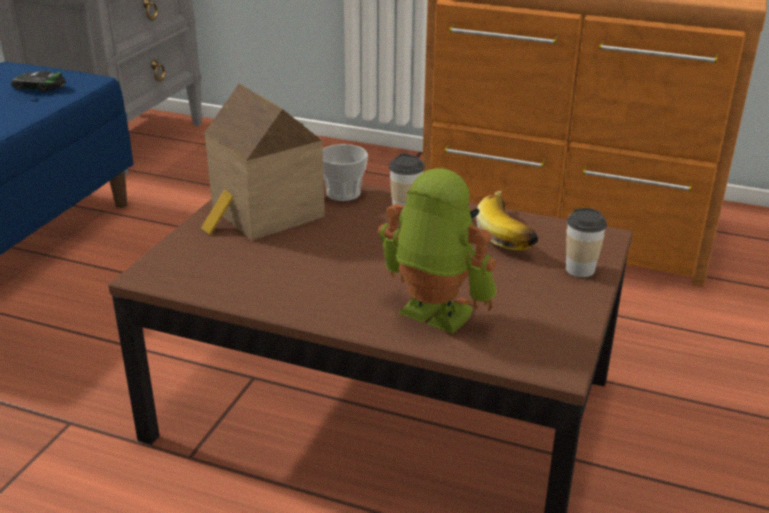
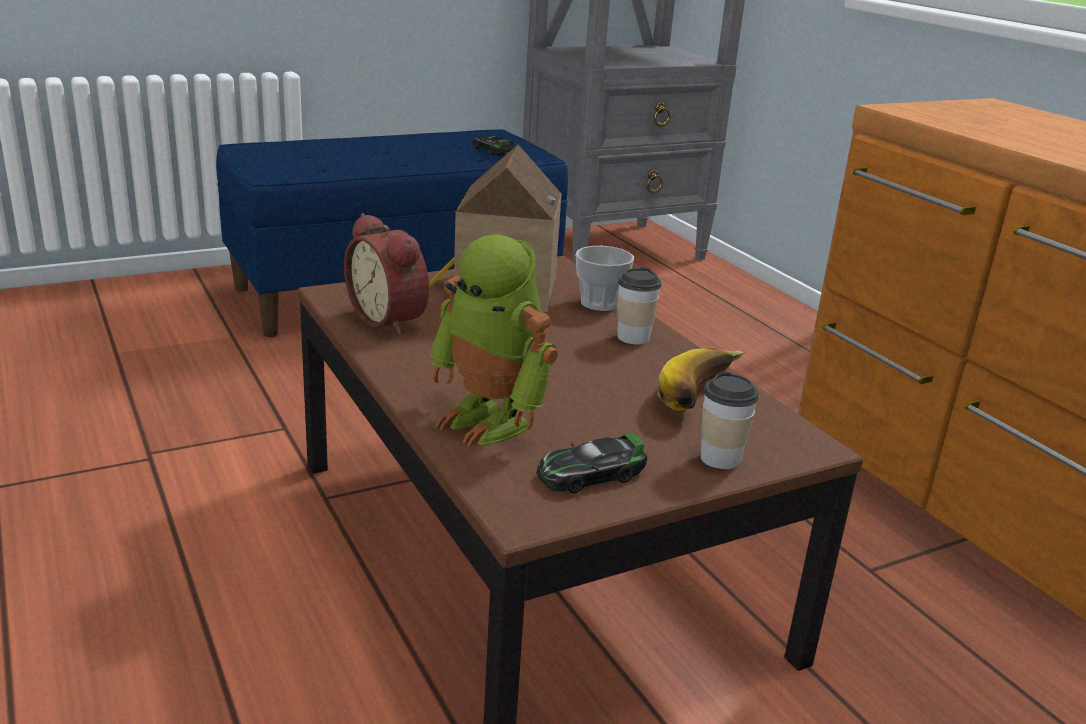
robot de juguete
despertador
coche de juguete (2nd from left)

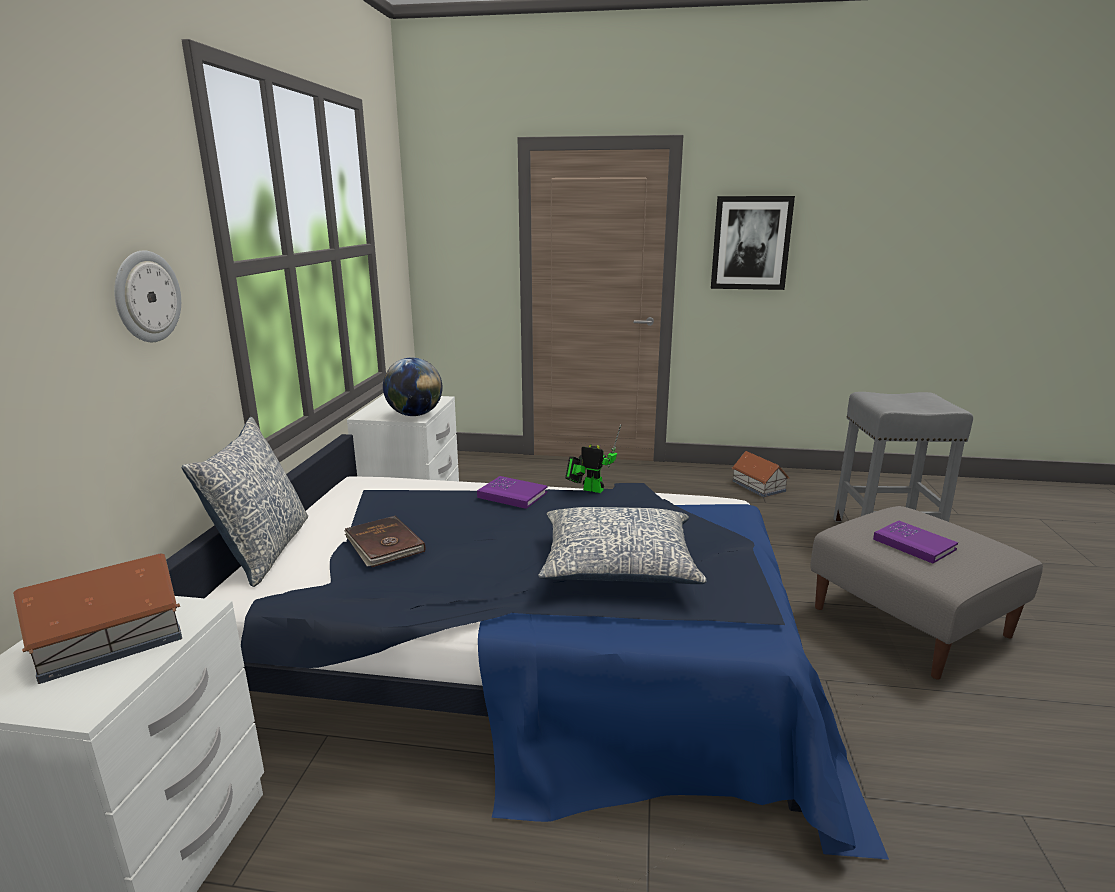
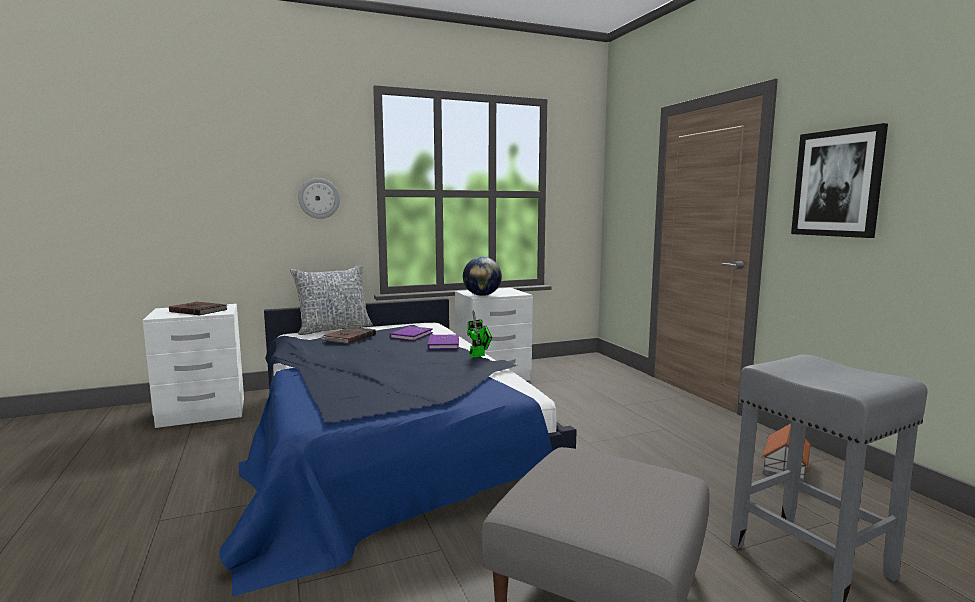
robot de juguete
cojín (2nd from left in the first image)
libro/morado (1st from left)
libro/marrón (1st from left)

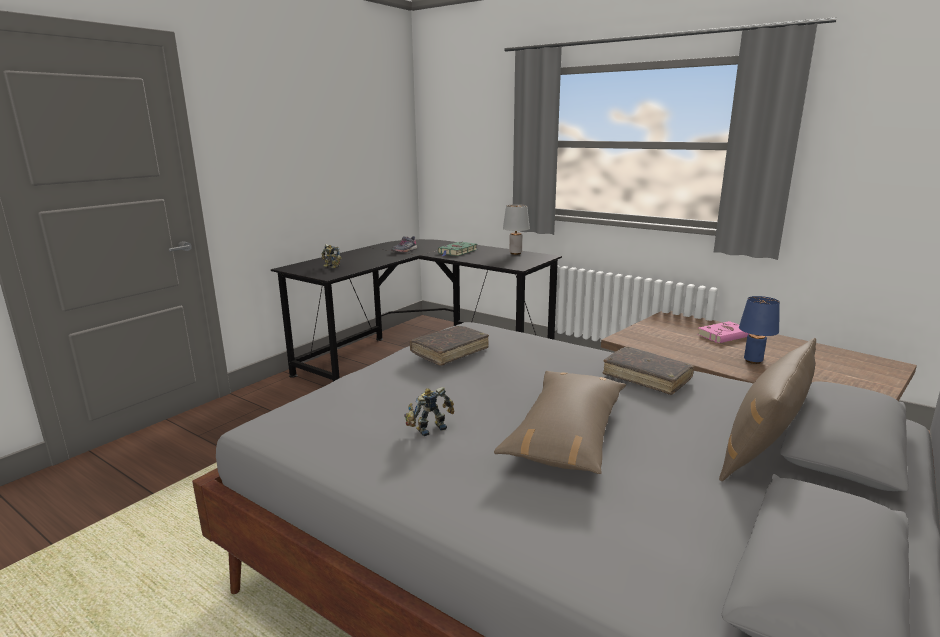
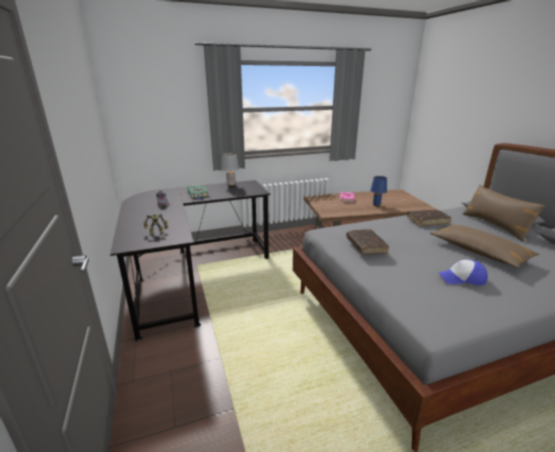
gorra

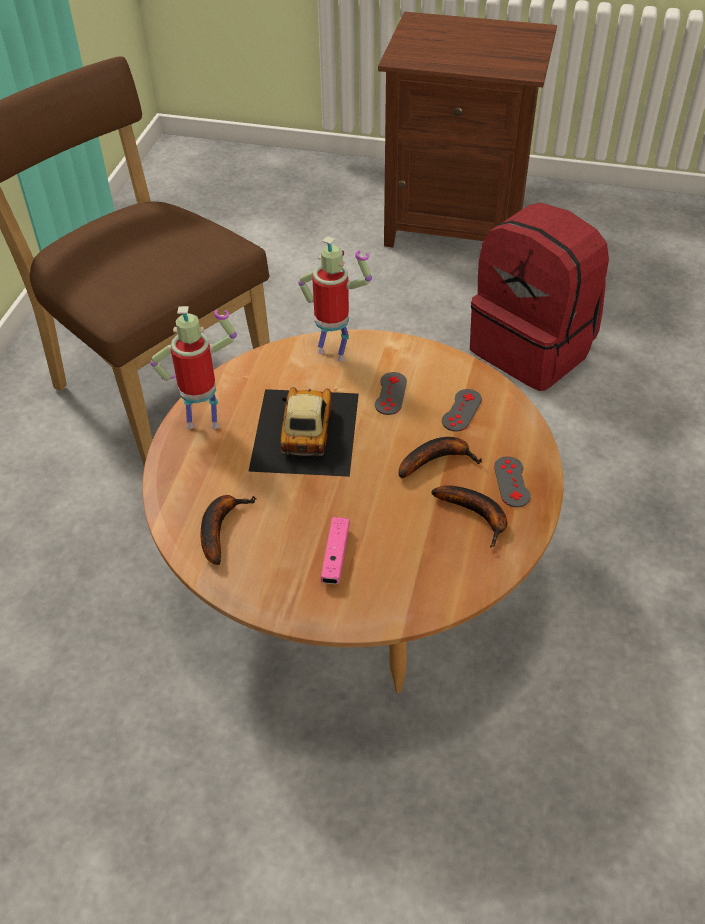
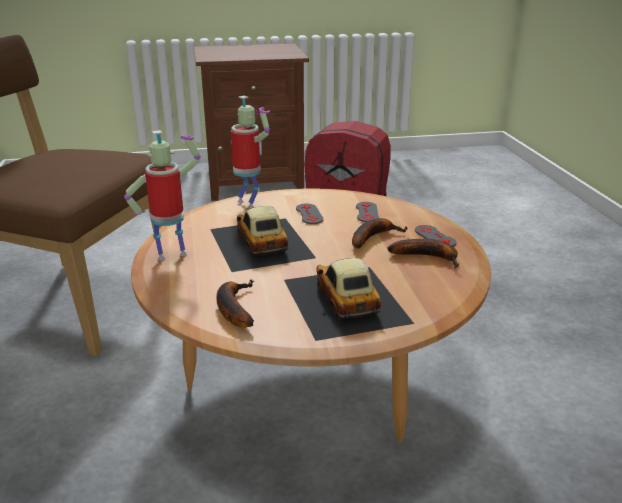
robot de juguete (2nd from left)
coche de juguete (2nd from left)

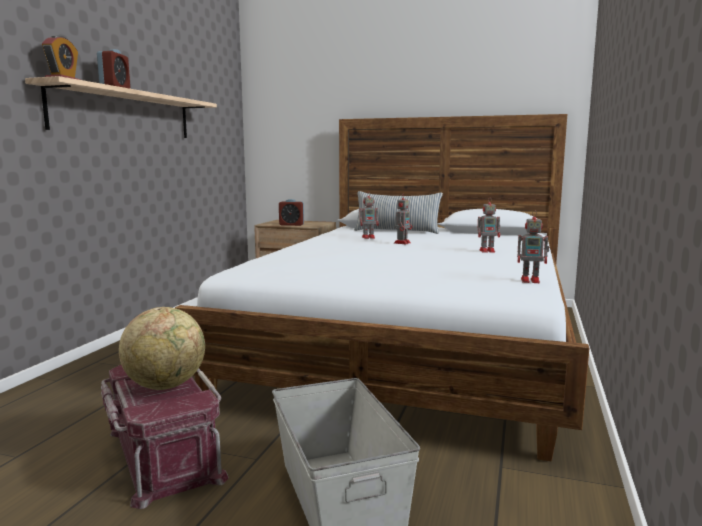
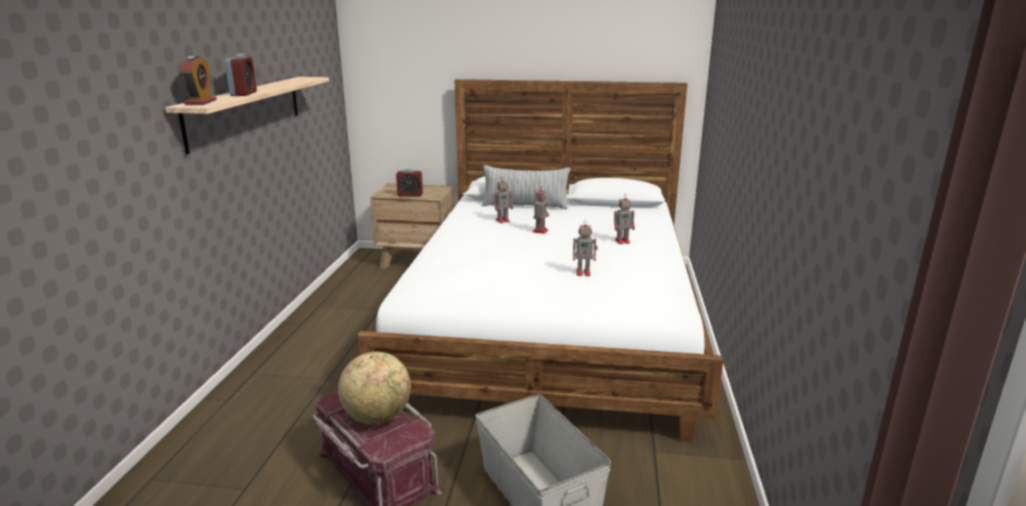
robot de juguete (3rd from left)

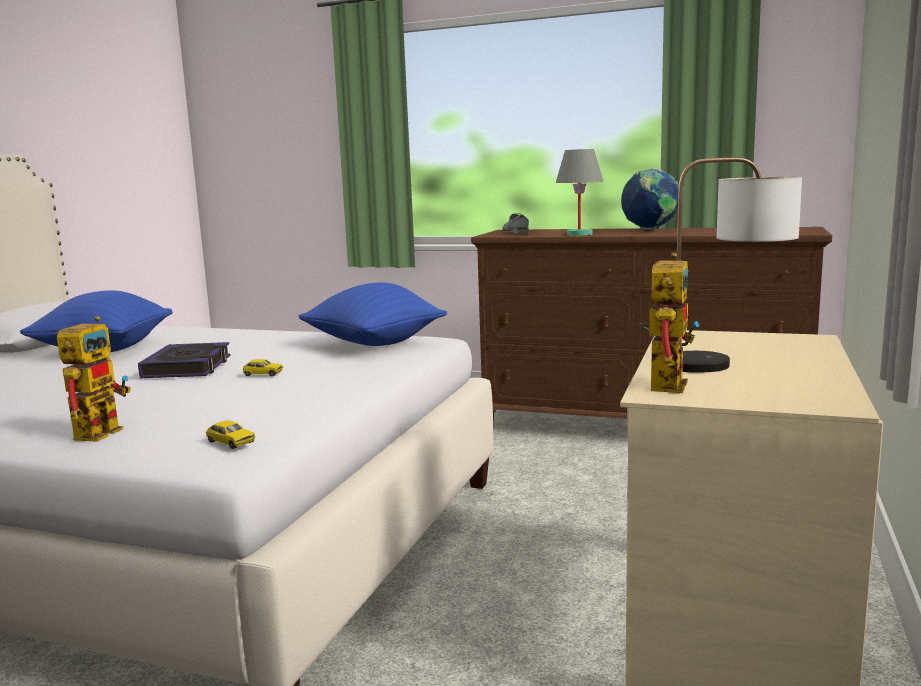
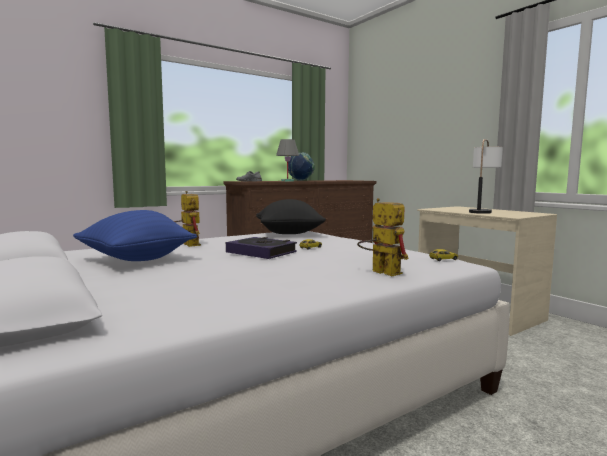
robot de juguete (1st from left)
cojín/negro

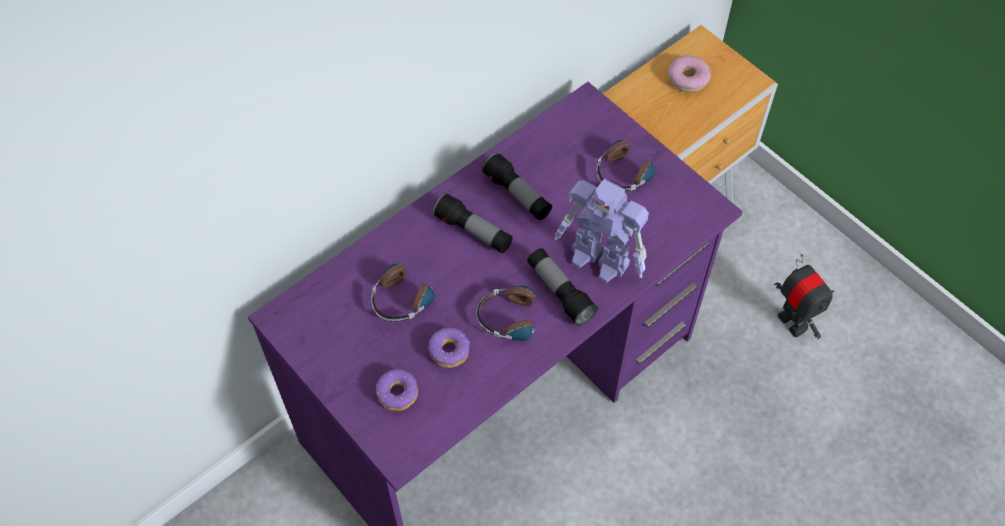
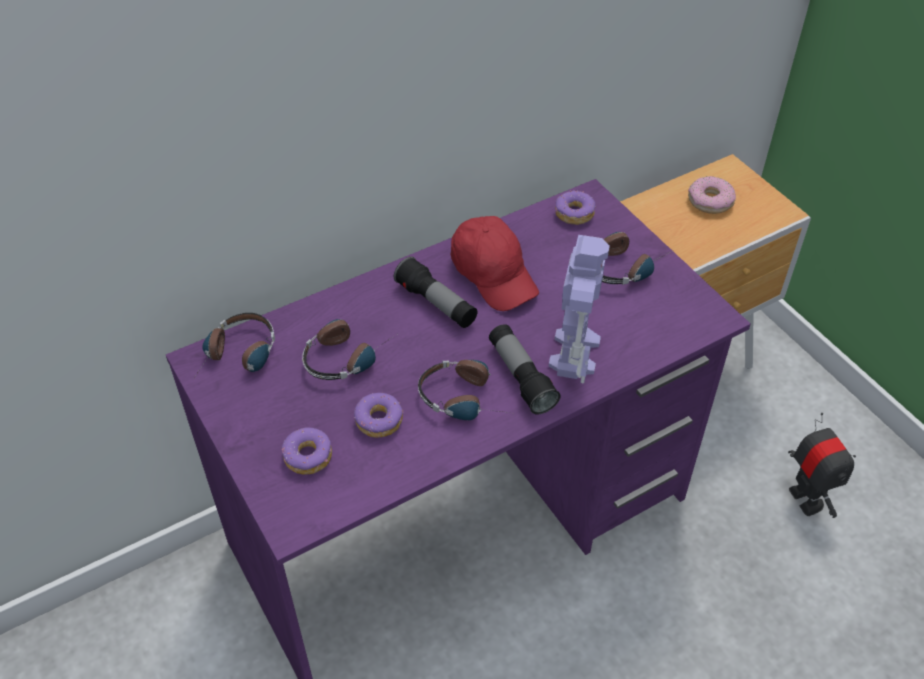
gorra/rojo
robot de juguete (1st from left)
rosquilla (3rd from left)
auriculares (1st from left)

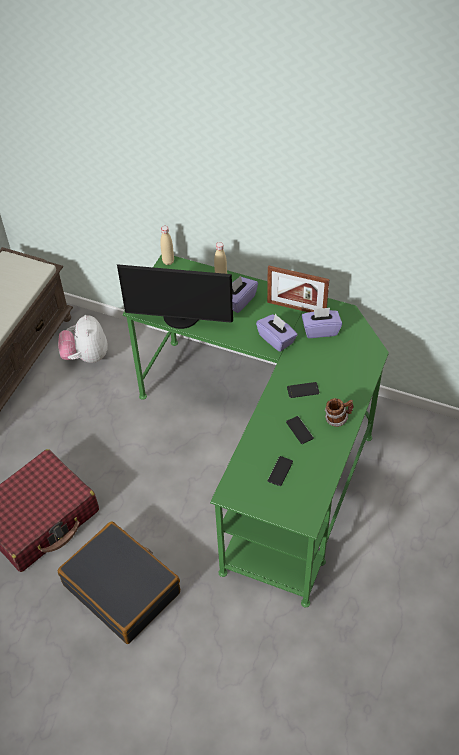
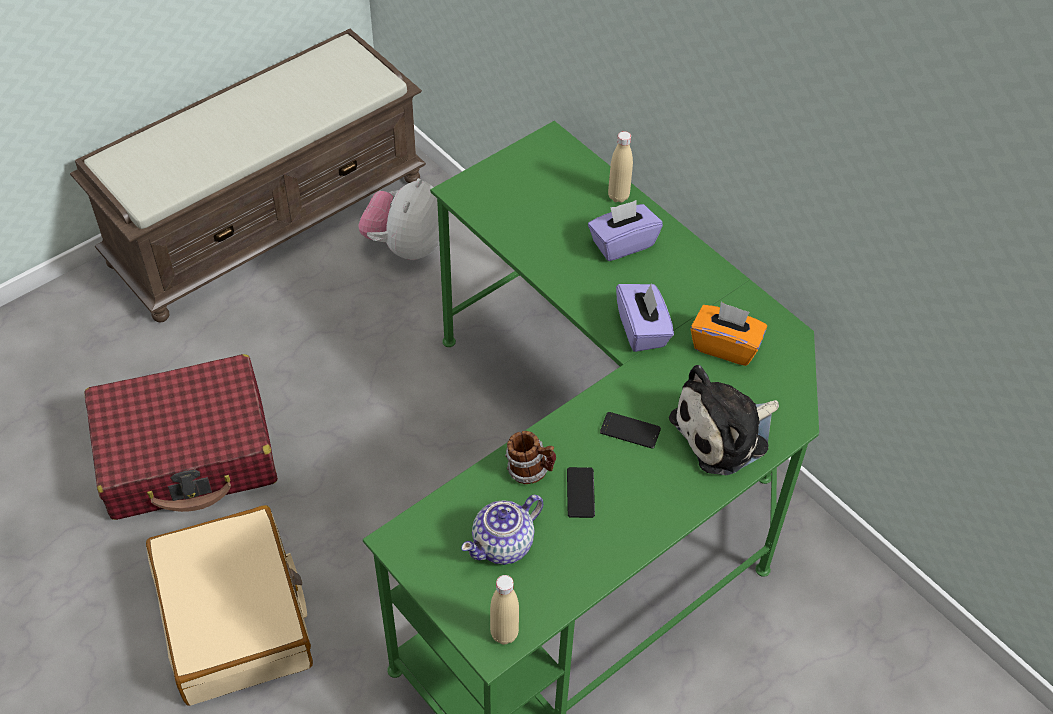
botella/beis (1st from left)
monitor
portarretratos
caja de pañuelos/naranja
taza grande
tetera
maleta/beis
peluche (2nd from left)

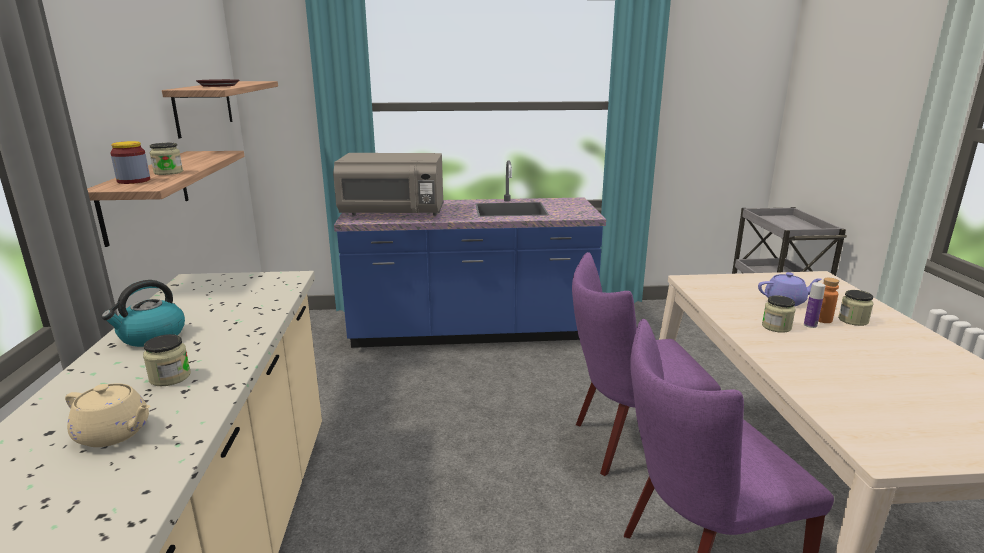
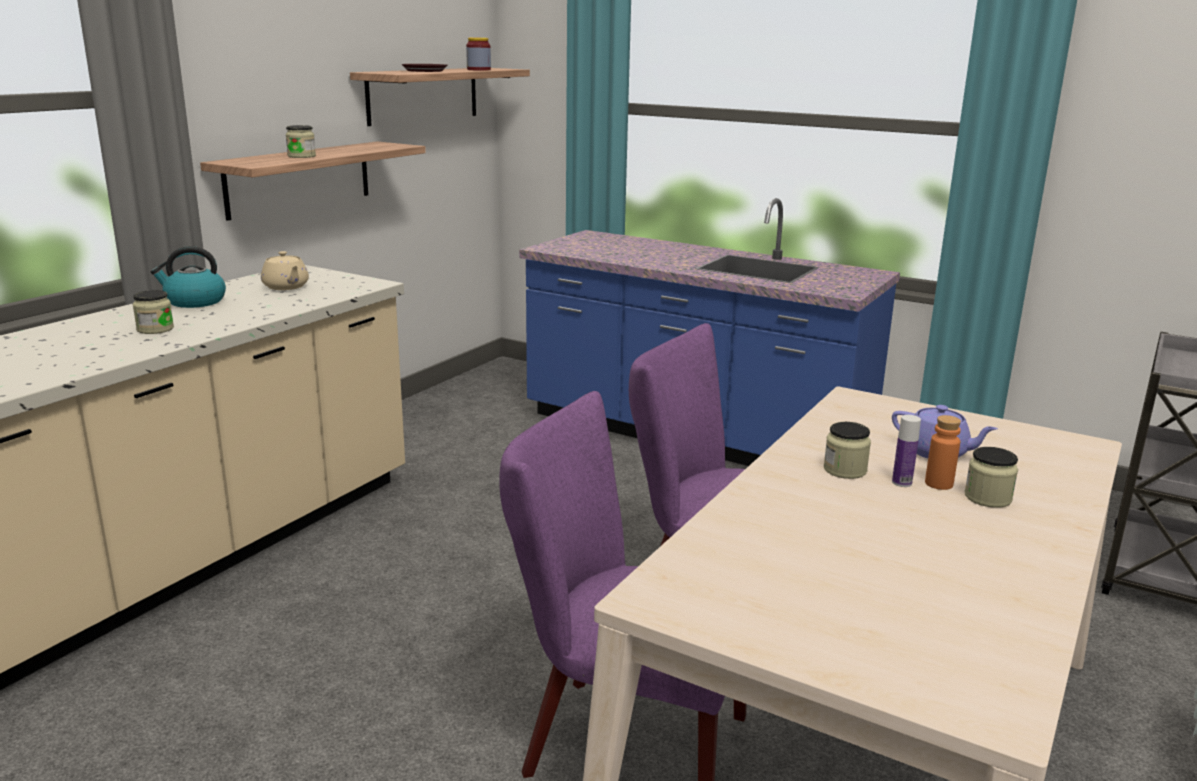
tarro (3rd from left)
microondas/gris
tetera/beis

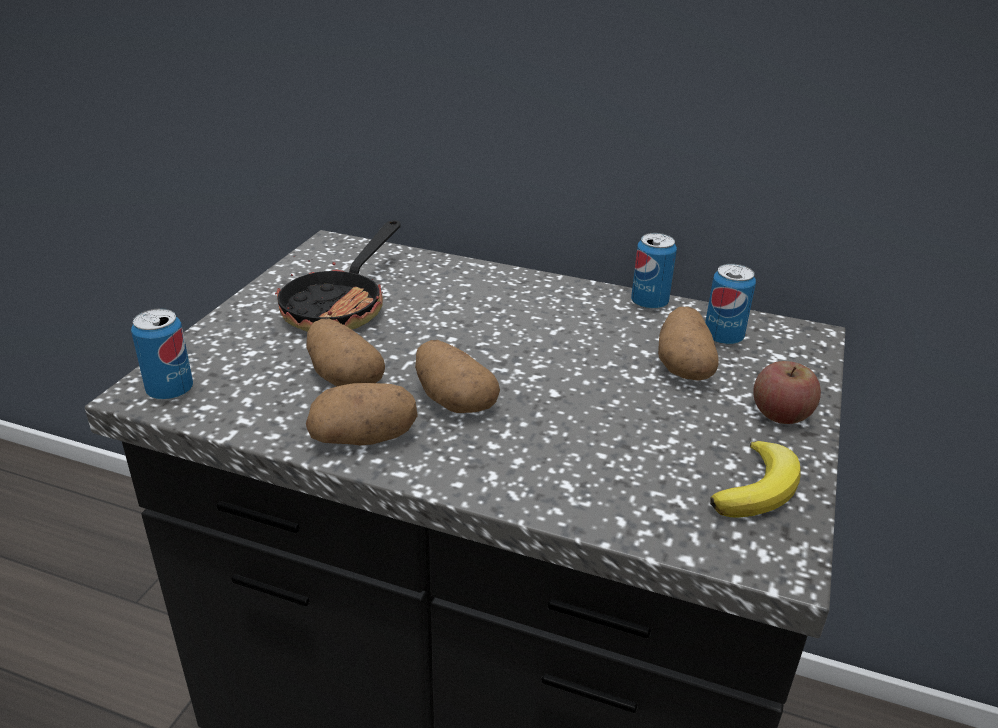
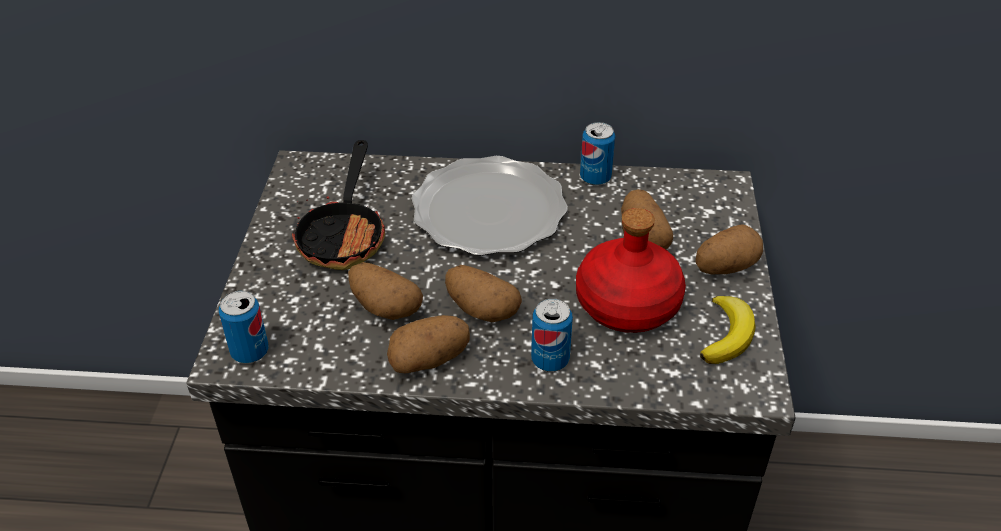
lata (2nd from left)
patata (5th from left)
plato
botella/rojo

